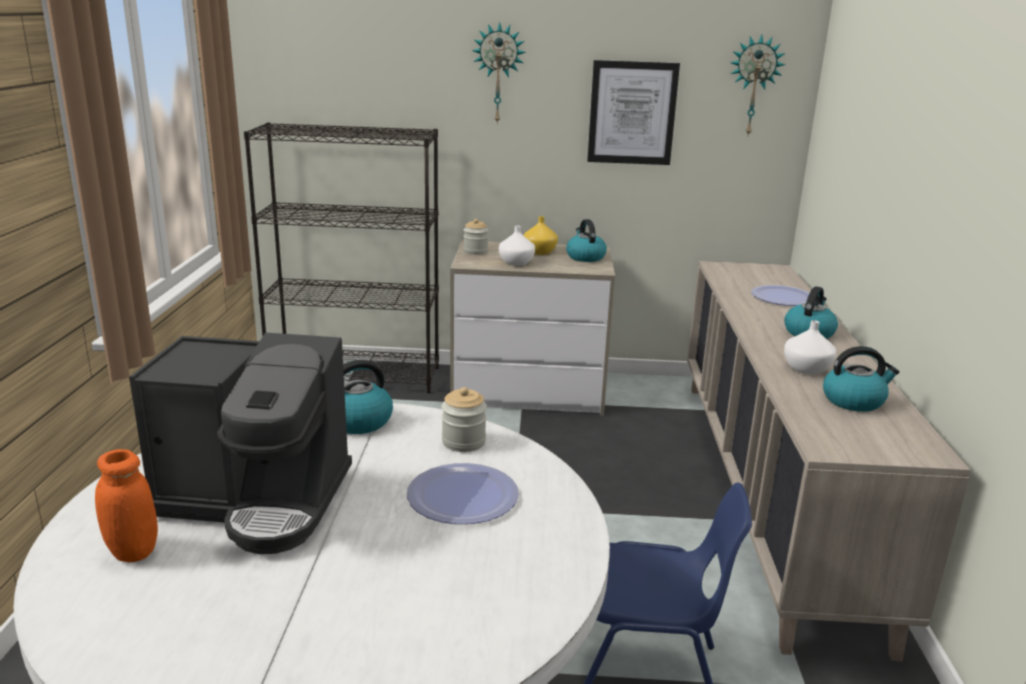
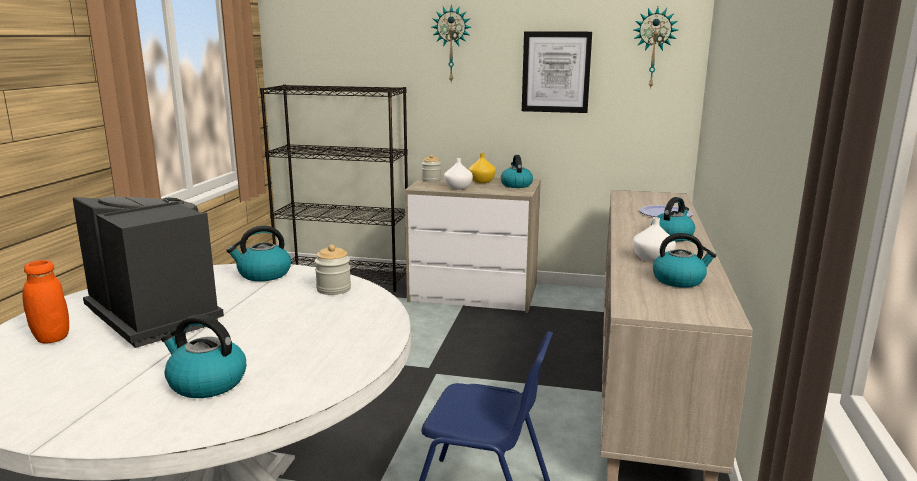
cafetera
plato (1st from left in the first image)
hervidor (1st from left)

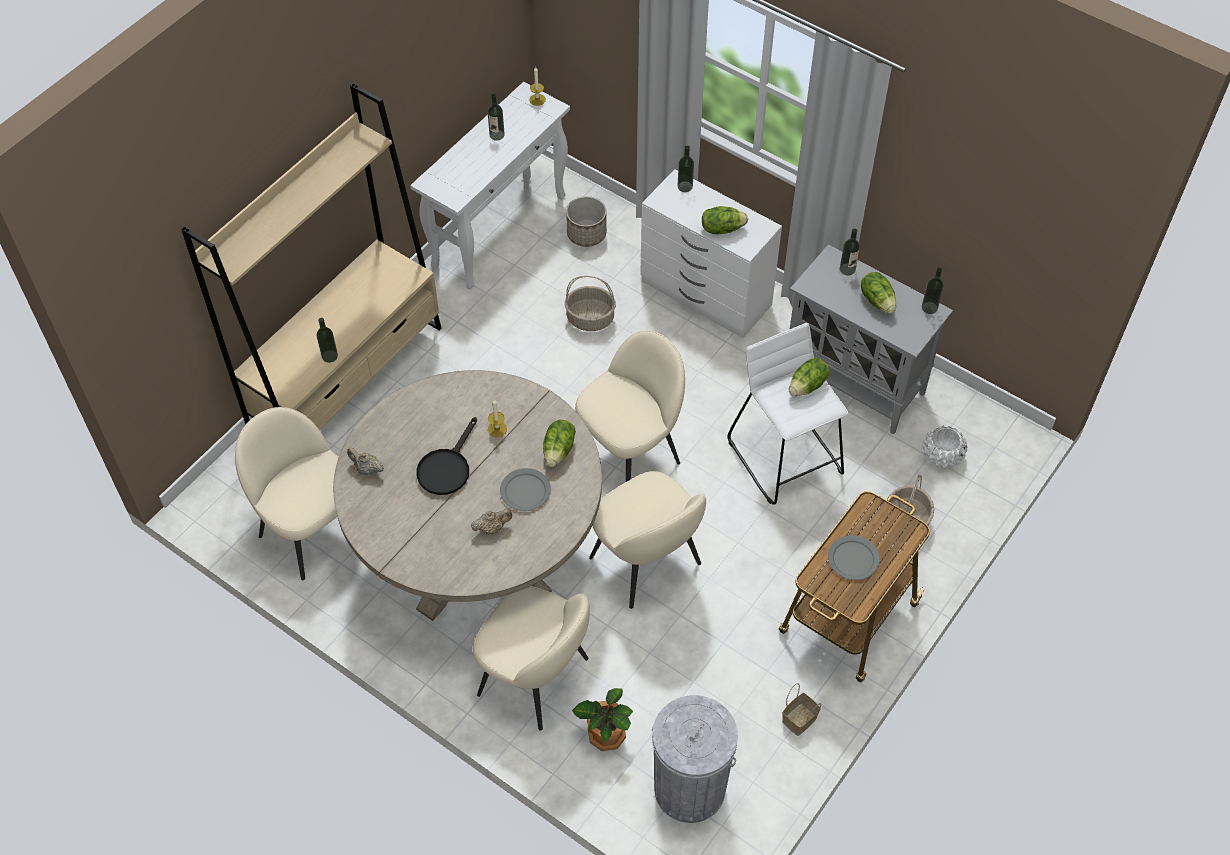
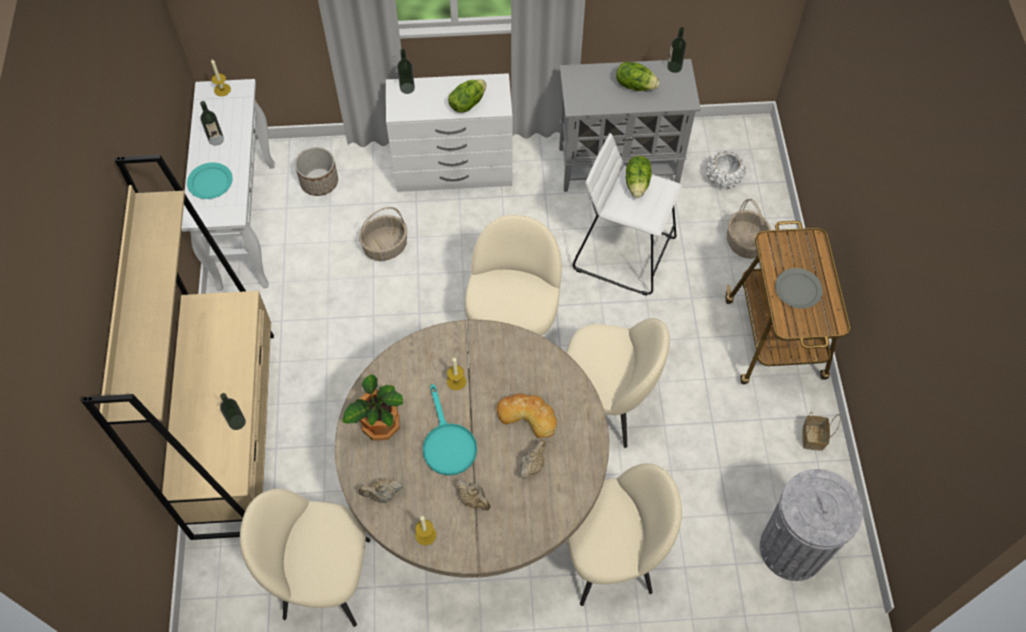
botella (4th from left in the first image)
sartén/turquesa
lechuga (1st from left in the first image)
pan
planta en maceta
plato/turquesa
tetera/beis (2nd from left)
vela (2nd from left)

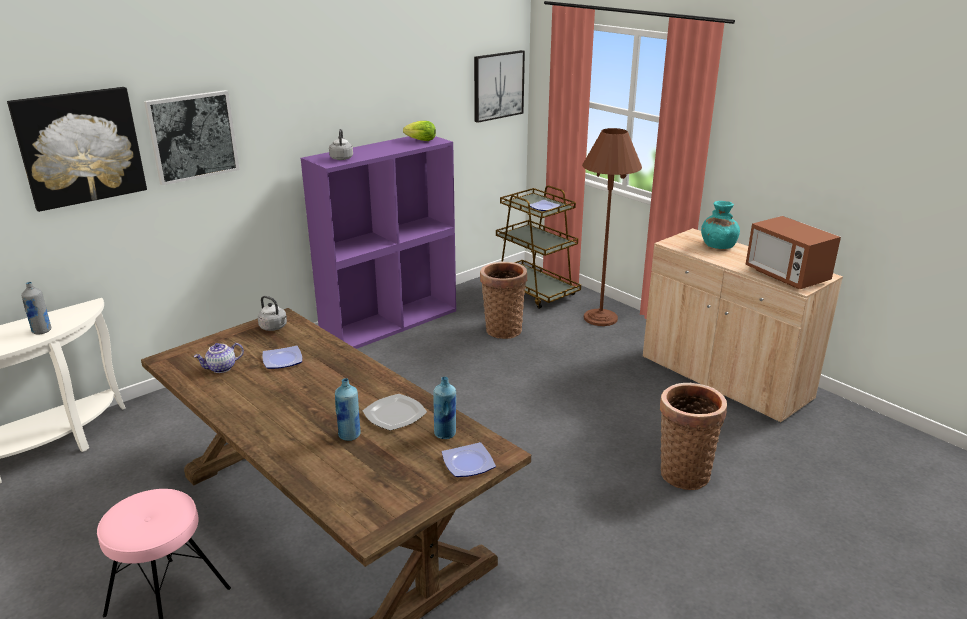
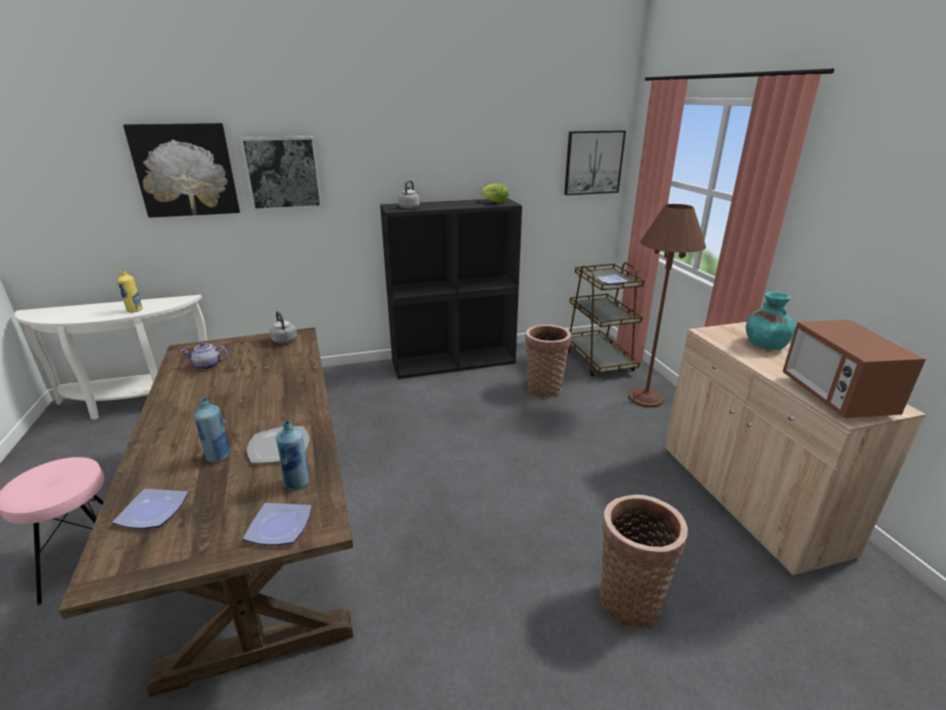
estantería/negro
botella/amarillo
plato (1st from left)

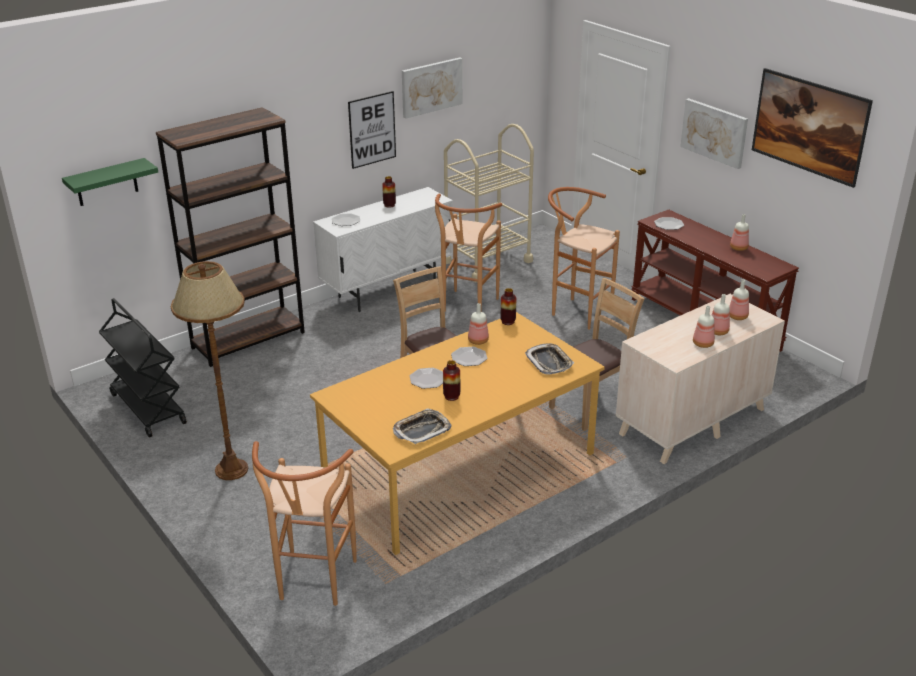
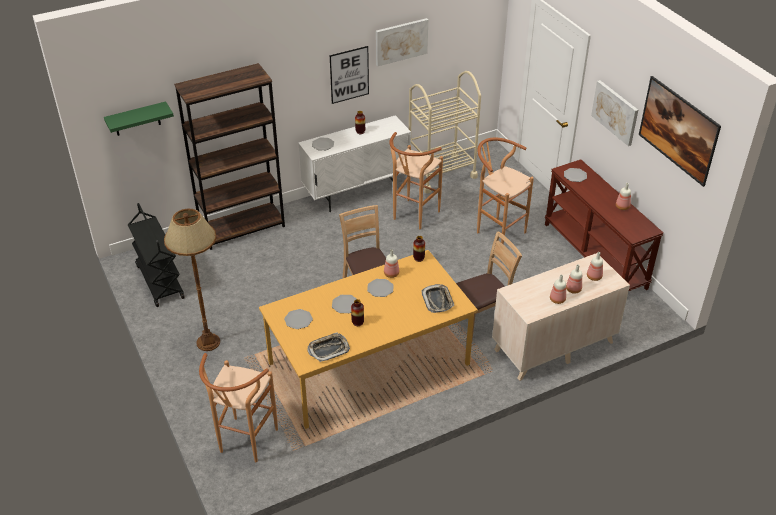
plato (1st from left)

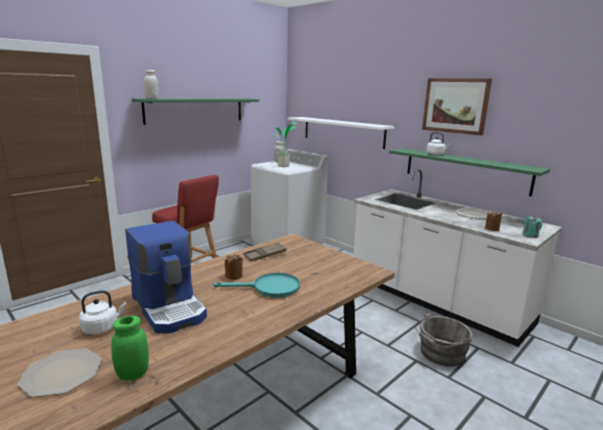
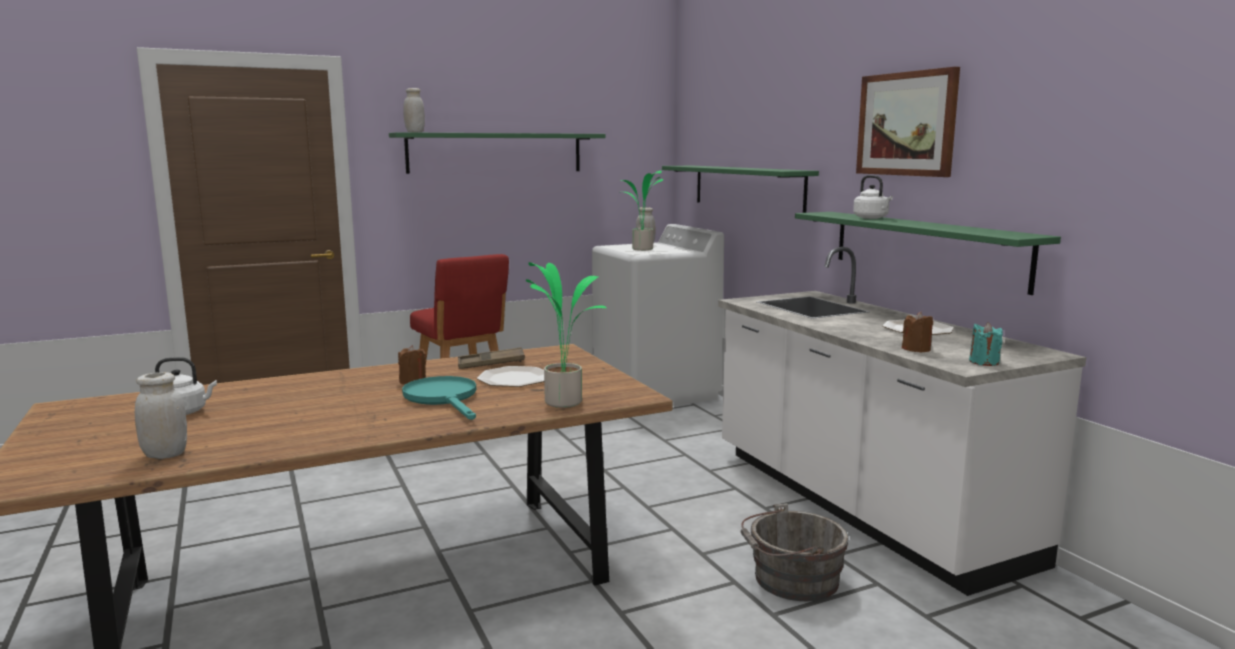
estante/verde (2nd from left)
cafetera
sartén/turquesa
tarro/blanco (1st from left)
plato (1st from left)
planta en maceta (1st from left)

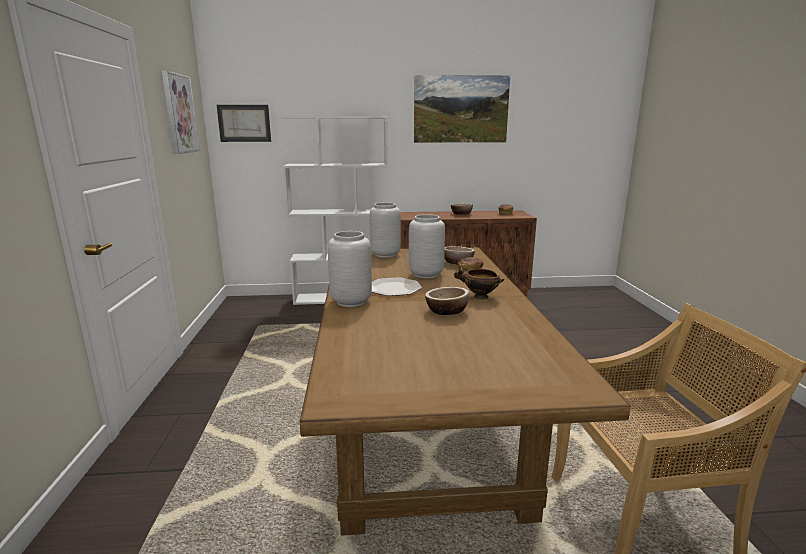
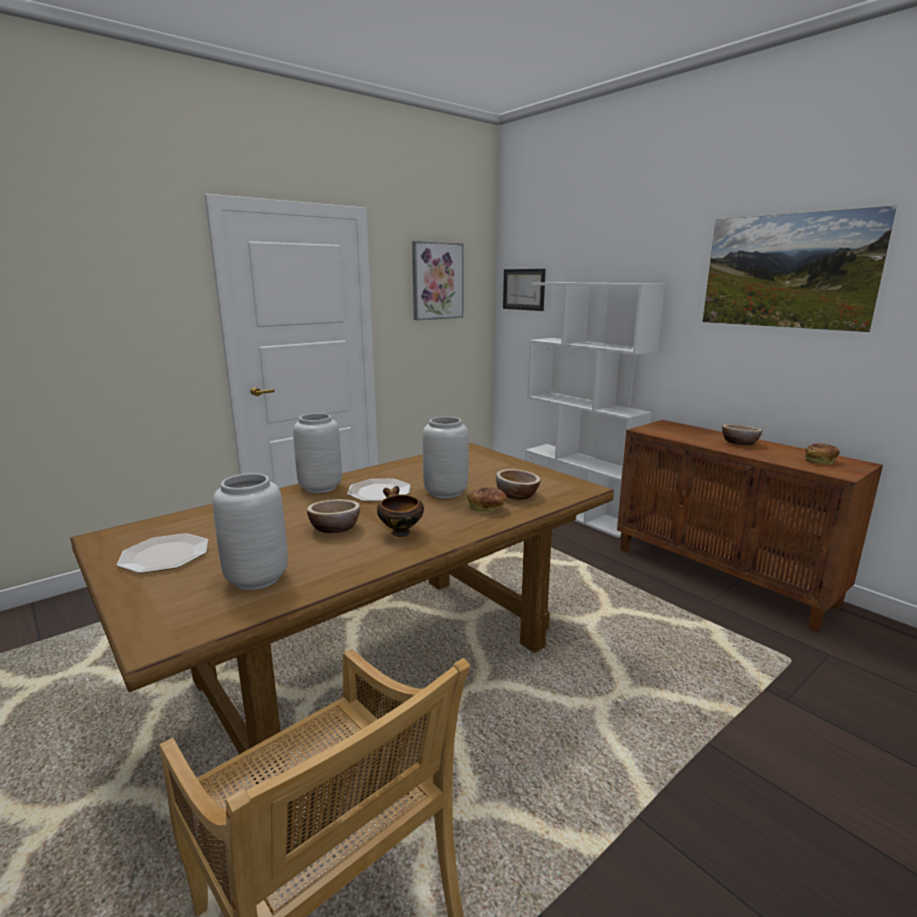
florero/gris (1st from left)
plato (1st from left)

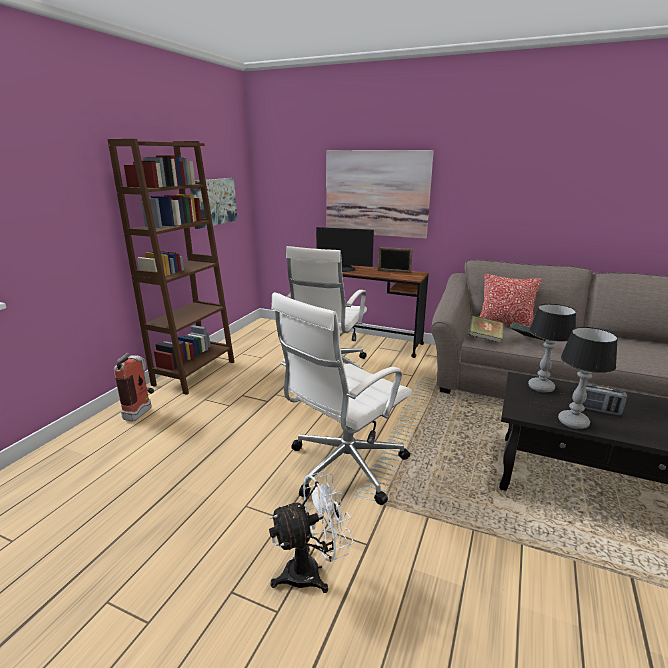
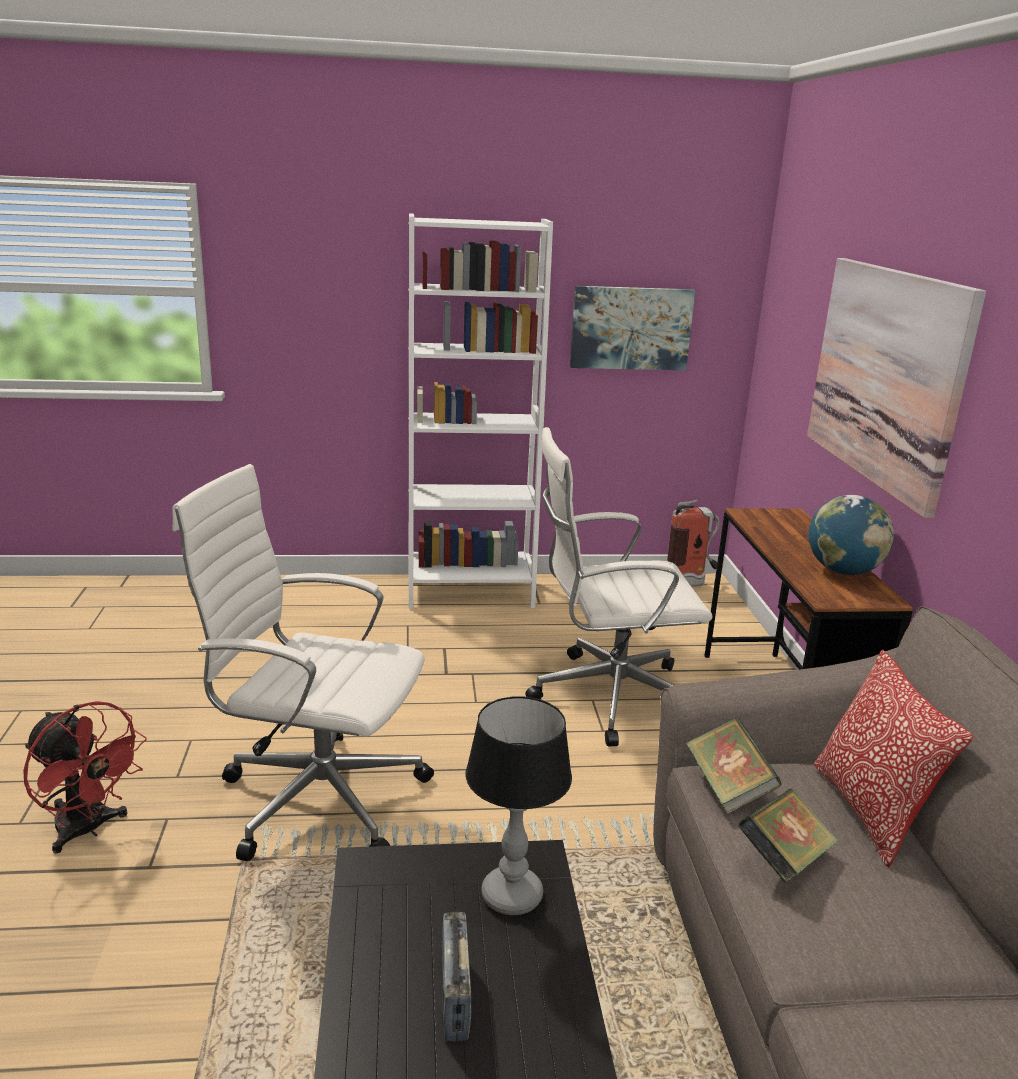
estantería/blanco
monitor
globo terráqueo
lámpara de mesa (2nd from left in the first image)
extintor
ventilador/rojo

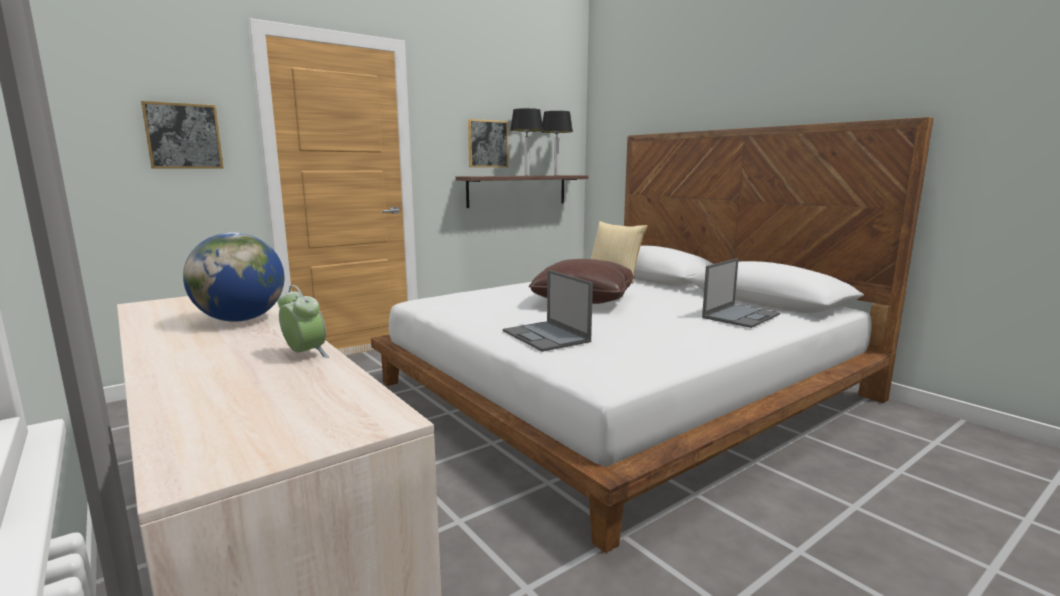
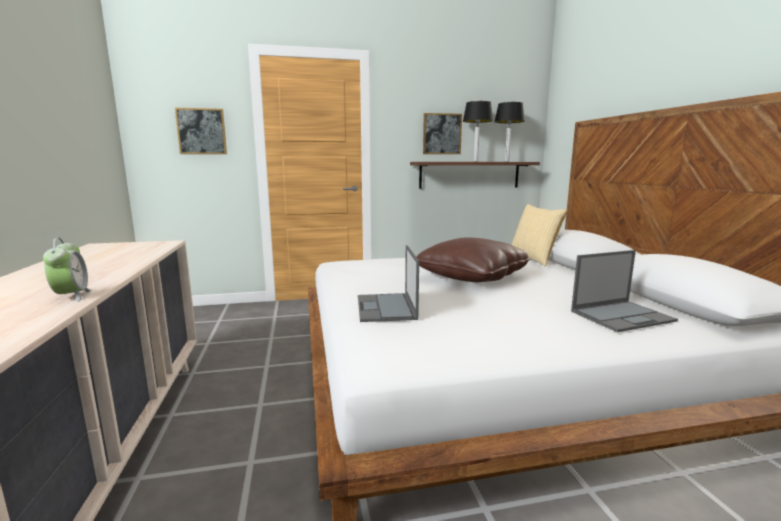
globo terráqueo

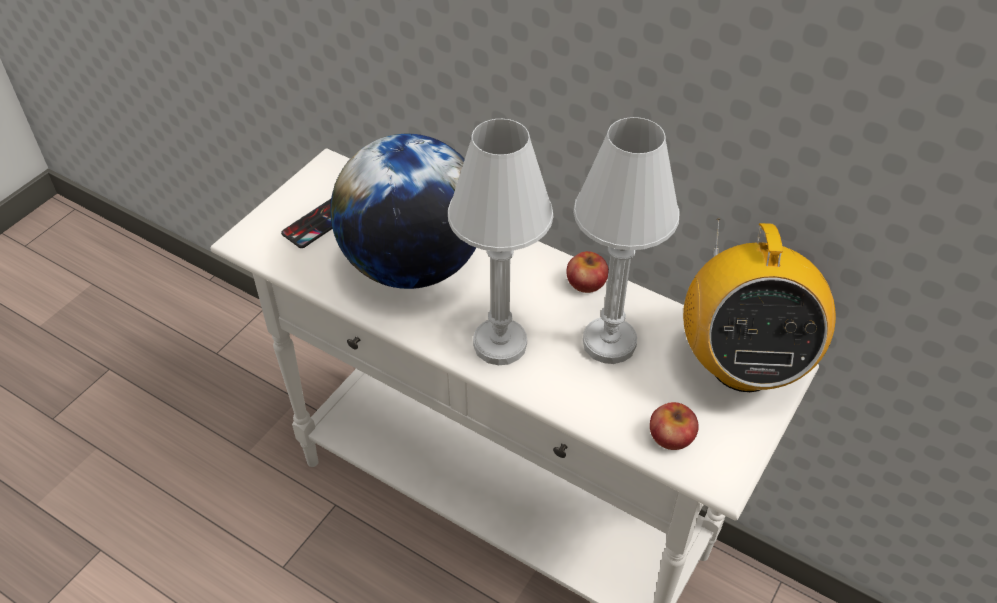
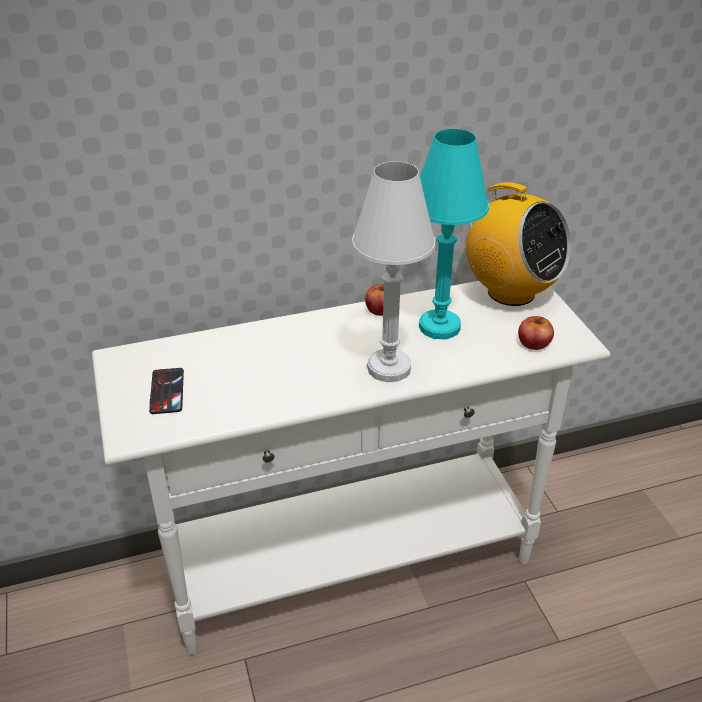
lámpara de mesa/turquesa
globo terráqueo

